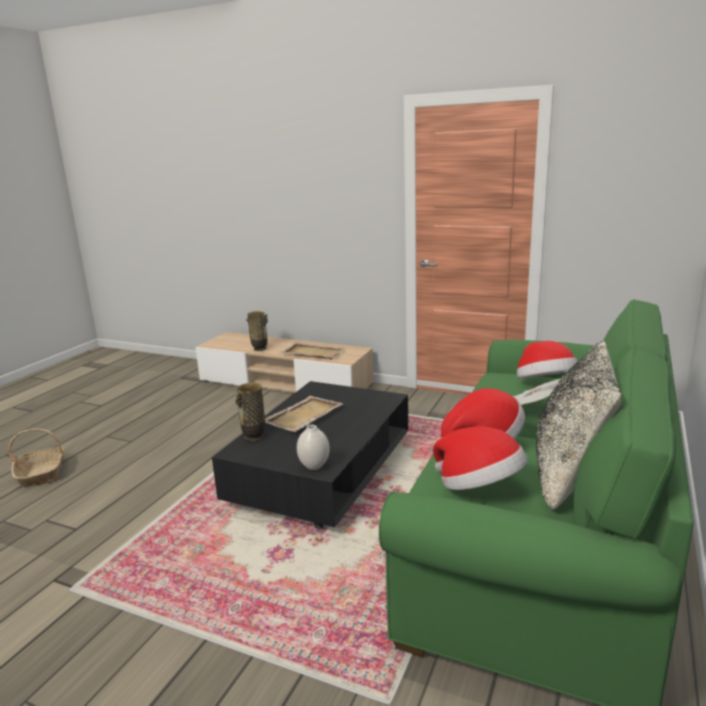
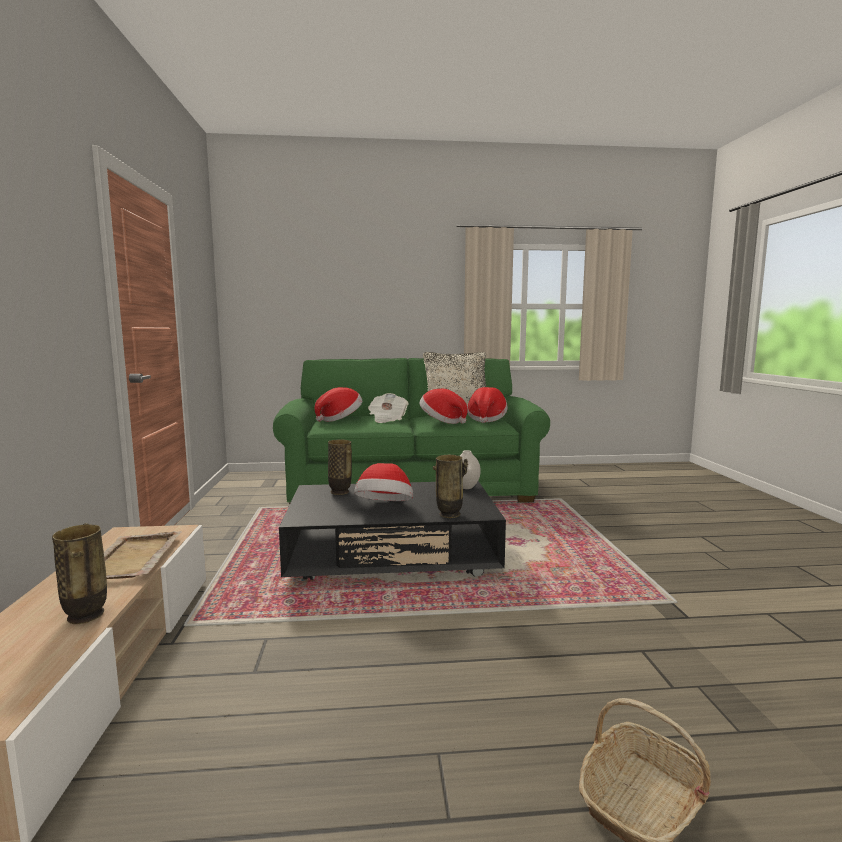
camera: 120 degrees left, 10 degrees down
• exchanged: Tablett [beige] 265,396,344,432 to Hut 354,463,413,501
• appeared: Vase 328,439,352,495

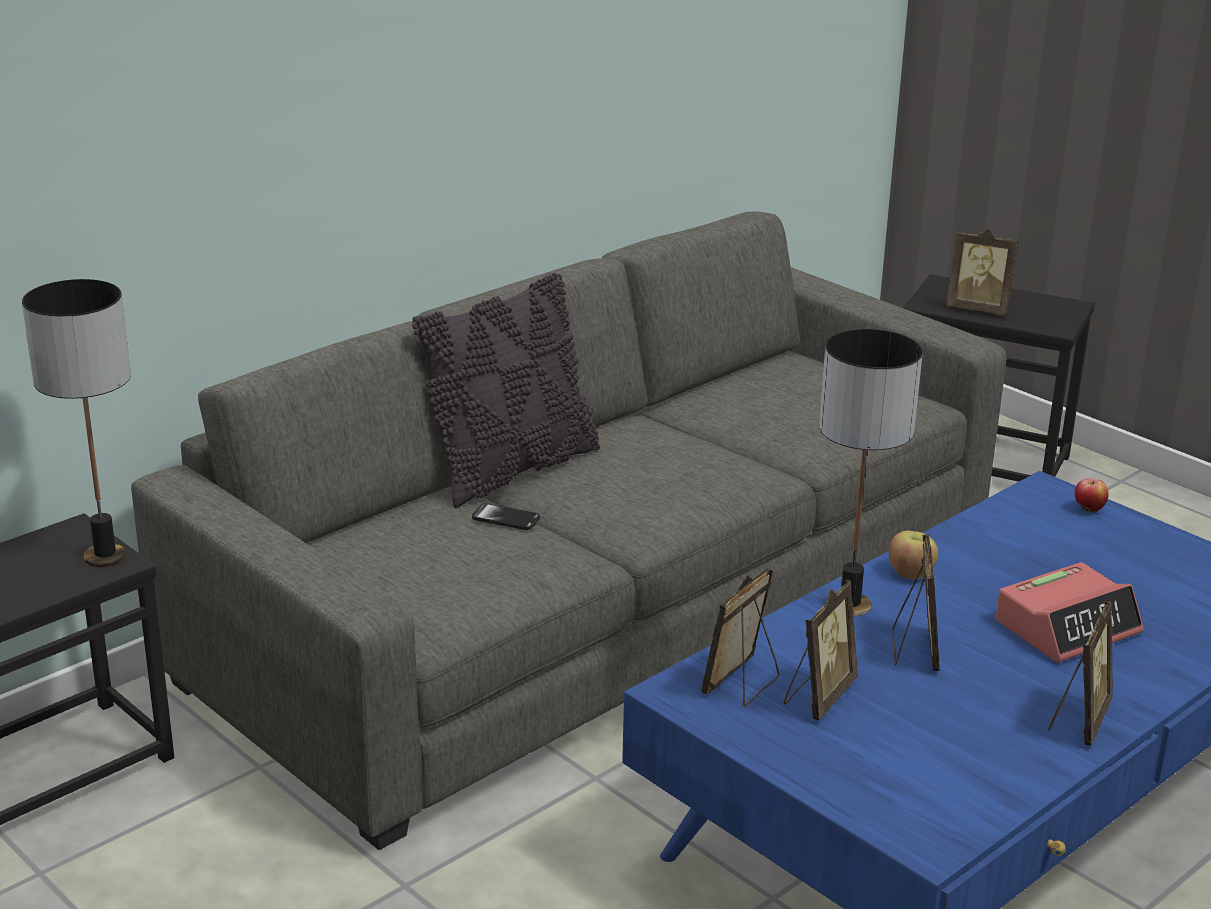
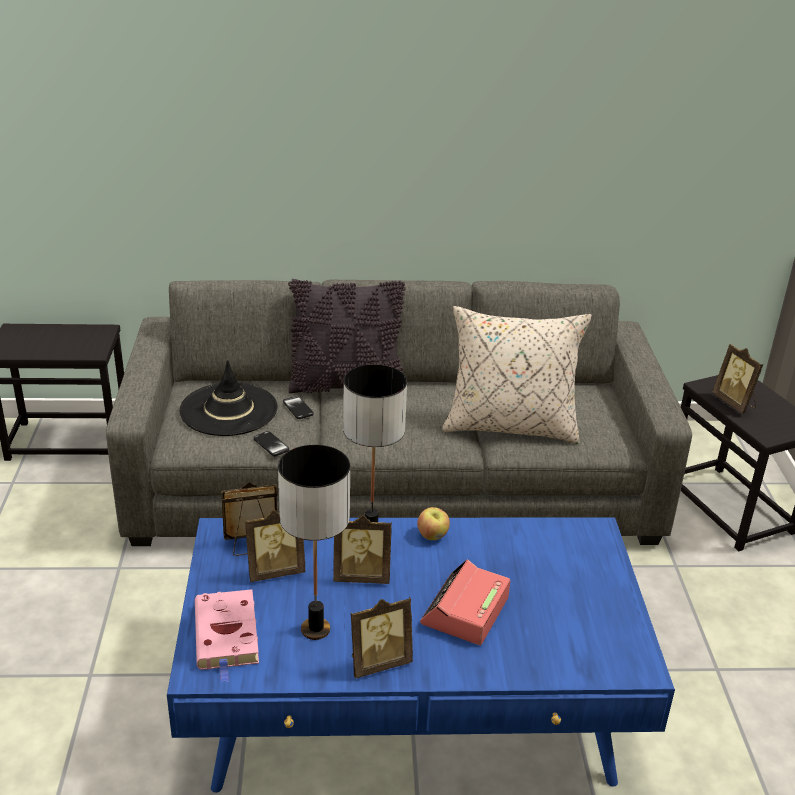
camera: 40 degrees right, 5 degrees up
• relocated: Tischlampe 22,279,131,567 to 278,445,350,640
• missing: Apfel 1075,478,1109,513
• spun: Bilderrahmen 892,535,940,671 = 333,515,392,584 45 degrees clockwise
• spun: Wecker 995,562,1144,663 = 420,559,510,645 105 degrees clockwise
• appeared: Kissen [beige] 442,306,592,444
• appeared: Hut [schwarz] 180,360,277,436
• appeared: Handy 254,431,289,456
• appeared: Buch [rosa] 195,589,259,682

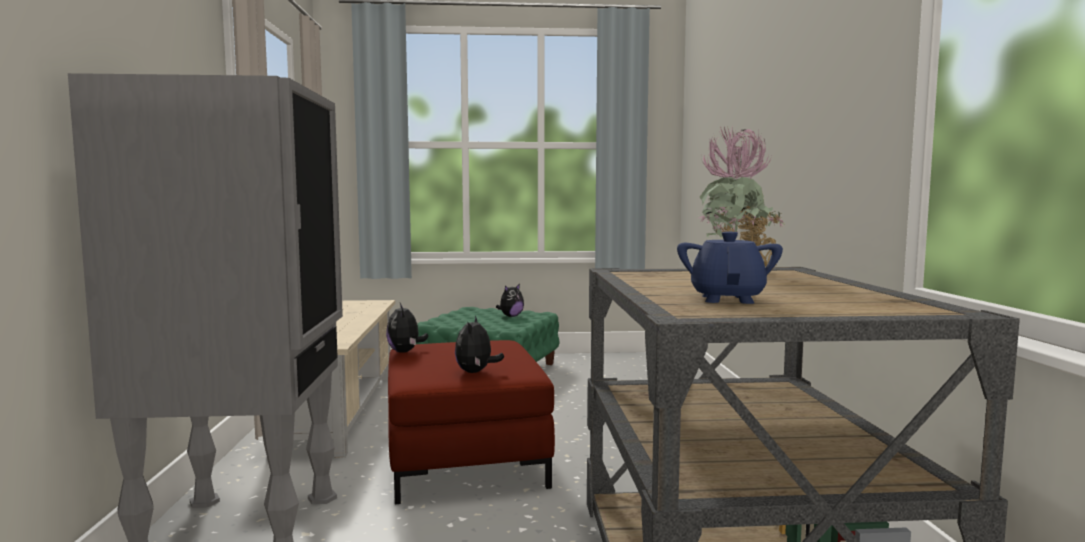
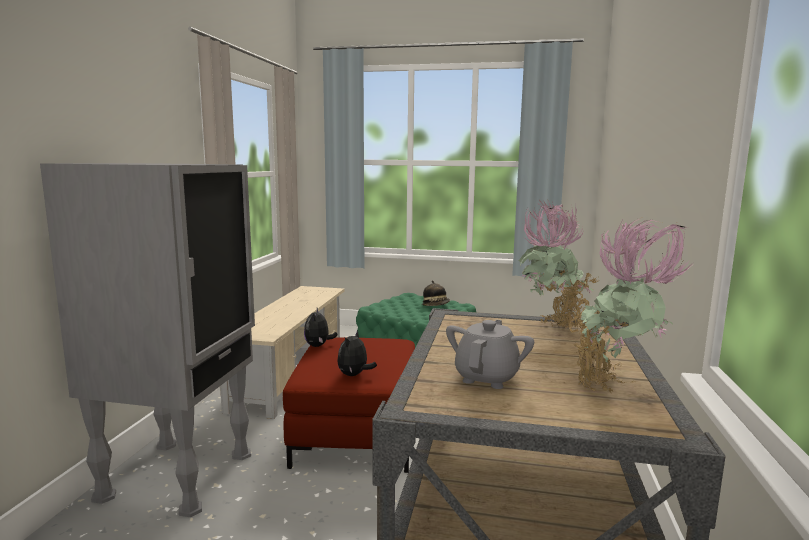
camera: 15 degrees right, 5 degrees up
• colour: Teekanne [blau] 677,231,783,304 to Teekanne [grau] 446,320,534,389
• exchanged: Plüschtier 496,284,524,317 to Hut 422,280,450,306
• appeared: Topfpflanze 568,218,695,392

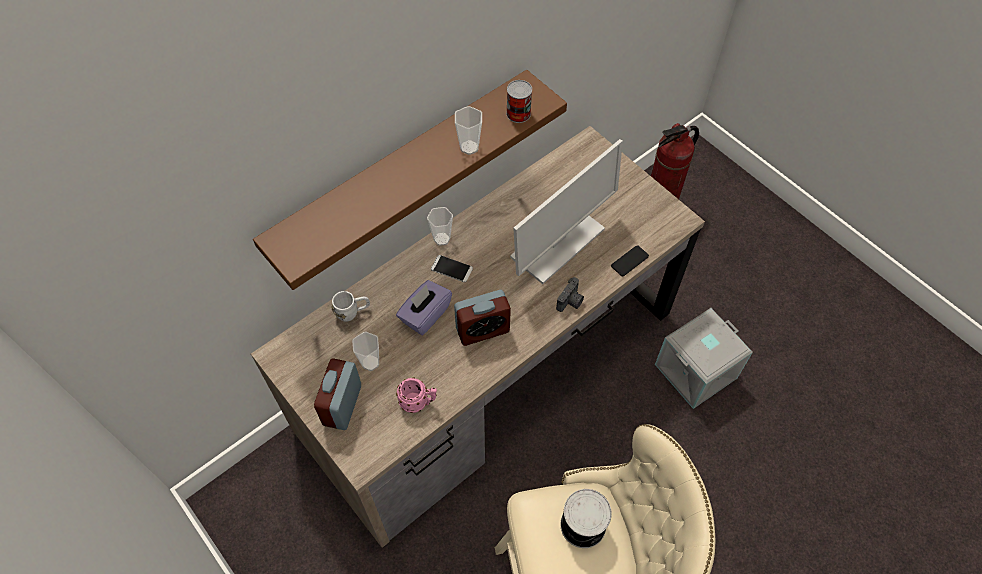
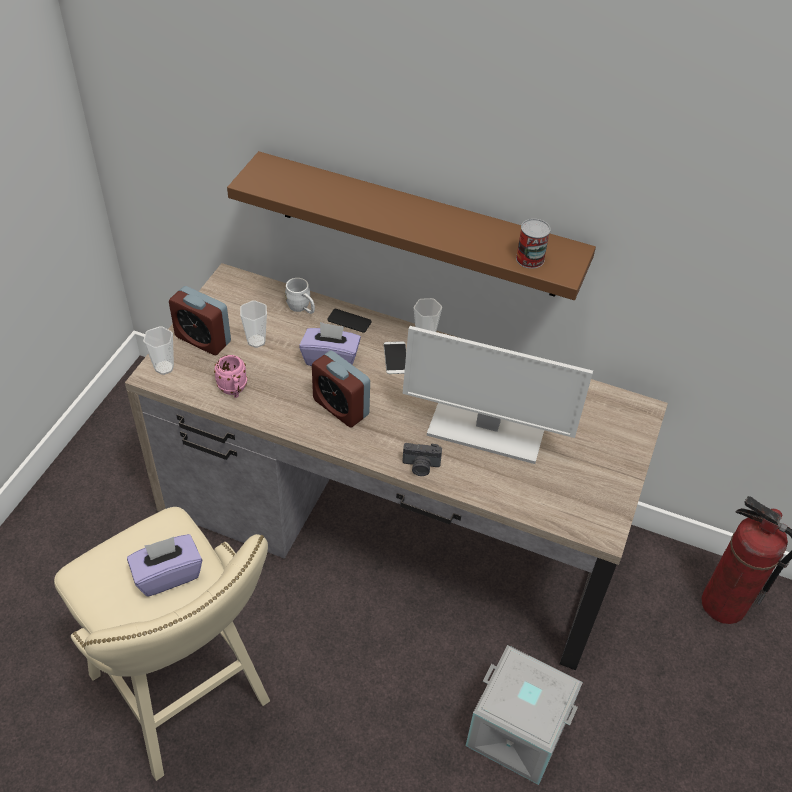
camera: 60 degrees right, 10 degrees down
• relocated: Tasse 455,106,482,155 to 143,326,174,375
• relocated: Handy 611,245,649,276 to 327,309,372,333
• spun: Wecker 314,358,361,430 = 169,286,231,355 135 degrees counterclockwise
• exchanged: Dose 561,489,612,548 to Taschentuchbox [lila] 127,534,202,597

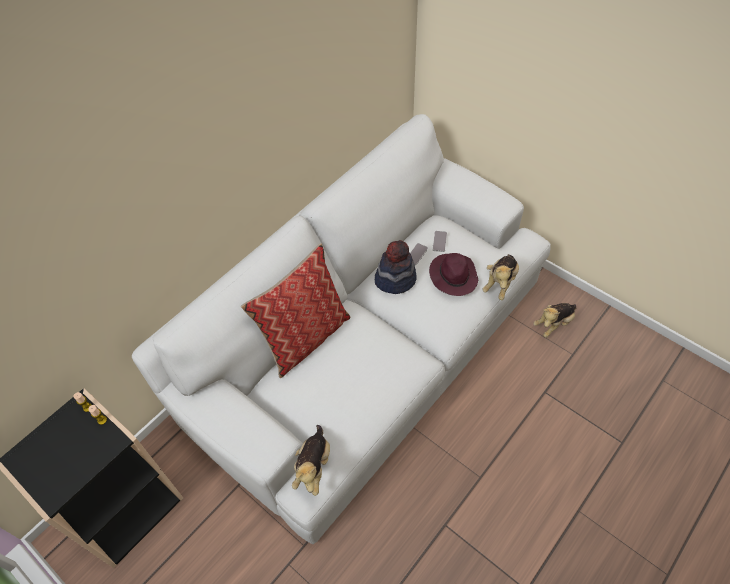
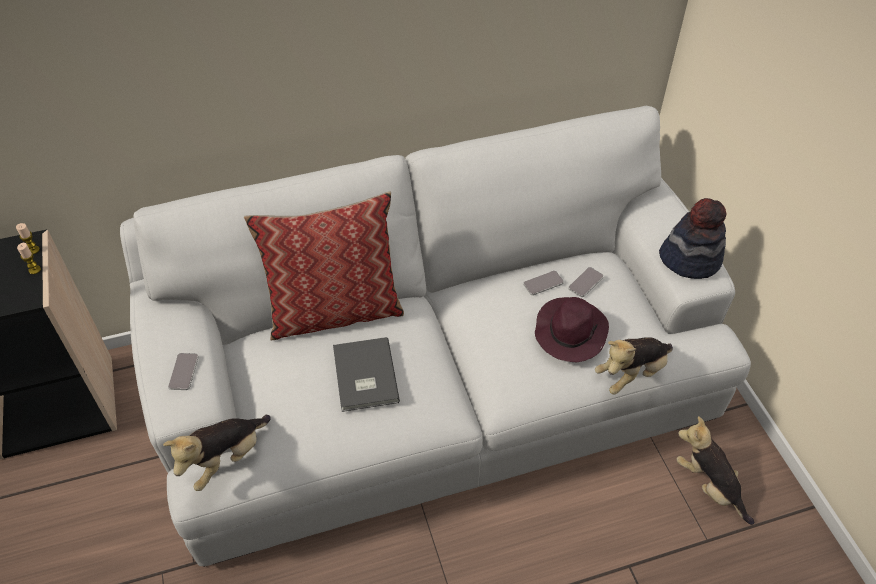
camera: 30 degrees right, 5 degrees down
• relocated: Hut 375,240,417,294 to 659,198,726,279
• spun: Plüschtier 533,303,576,338 = 677,416,754,525 60 degrees clockwise
• appeared: Buch [grau] 333,337,400,412
• appeared: Handy 168,353,199,390

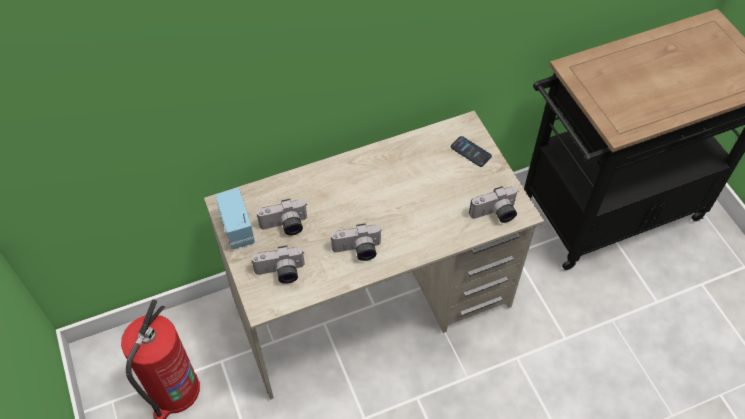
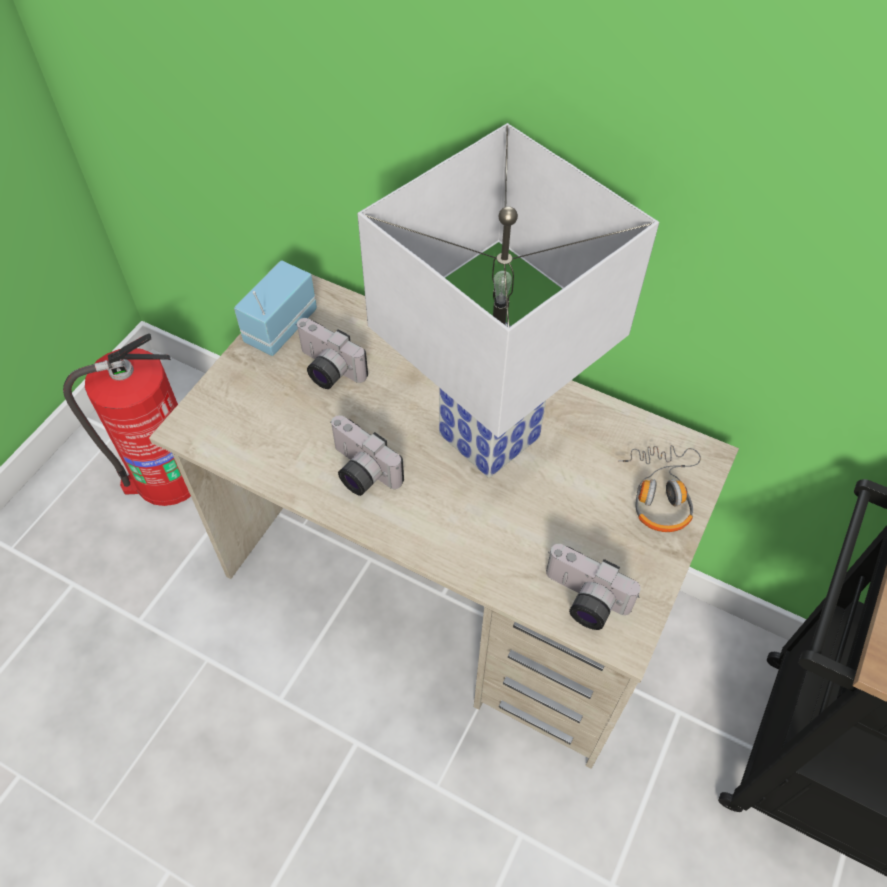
camera: 50 degrees right, 0 degrees up
• exchanged: Handy 451,136,492,167 to Kopfhörer 618,445,701,532
• missing: Kamera 251,246,304,284
• appeared: Tischlampe [weiß] 357,123,659,478

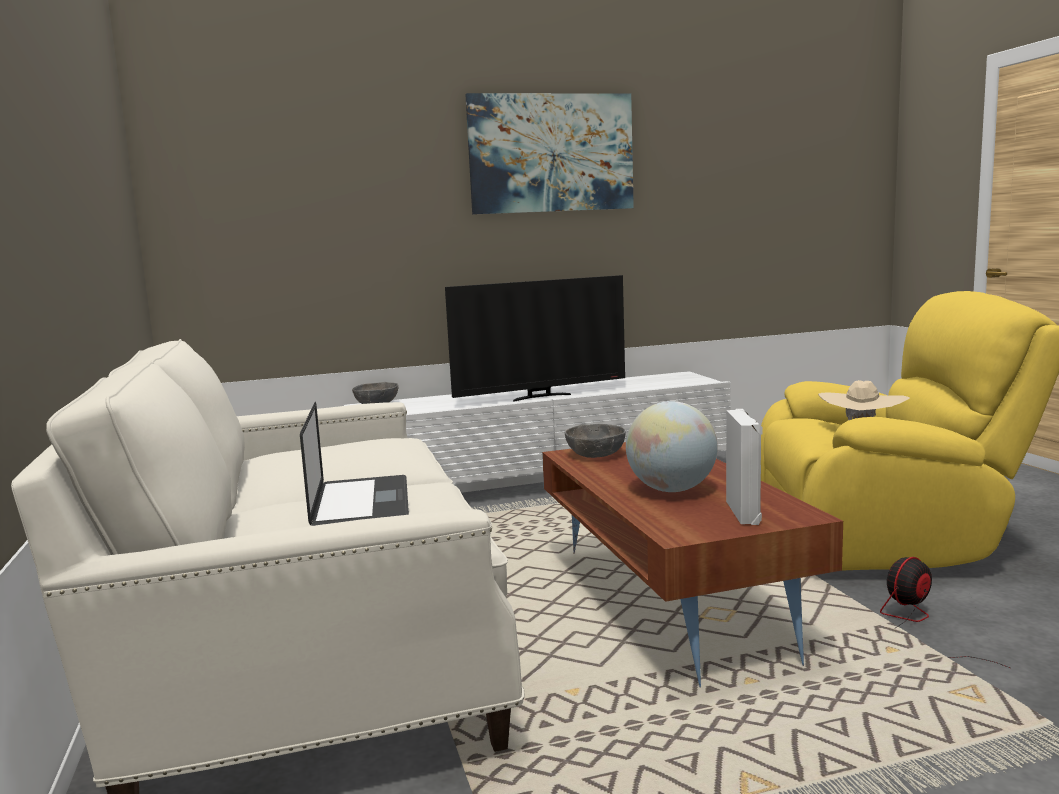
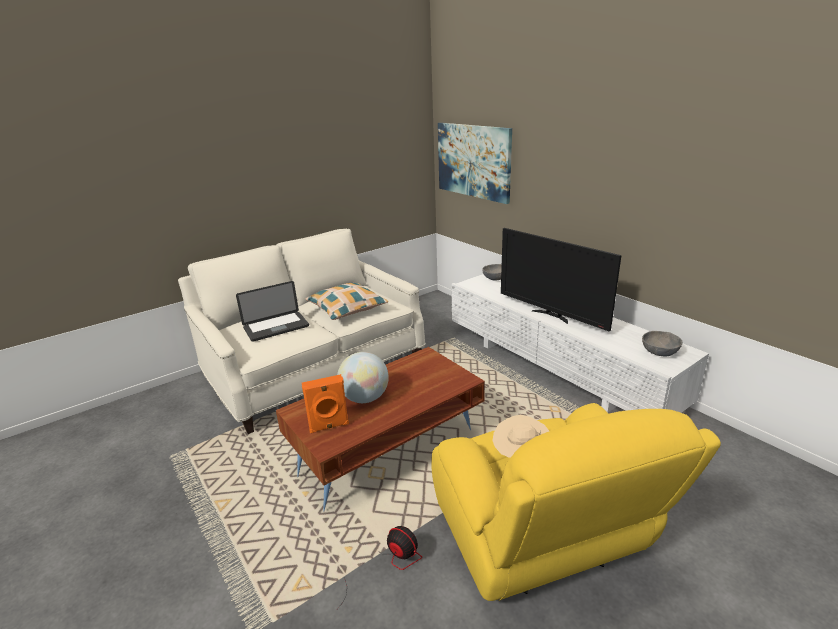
camera: 70 degrees right, 15 degrees up
• relocated: Bild 465,93,634,214 to 438,123,512,204
• colour: Lautsprecher [weiß] 726,409,762,525 to Lautsprecher [orange] 302,374,349,433
• relocated: Schüssel [grau] 565,424,626,458 to 642,331,683,357
• appeared: Kissen 305,283,388,320

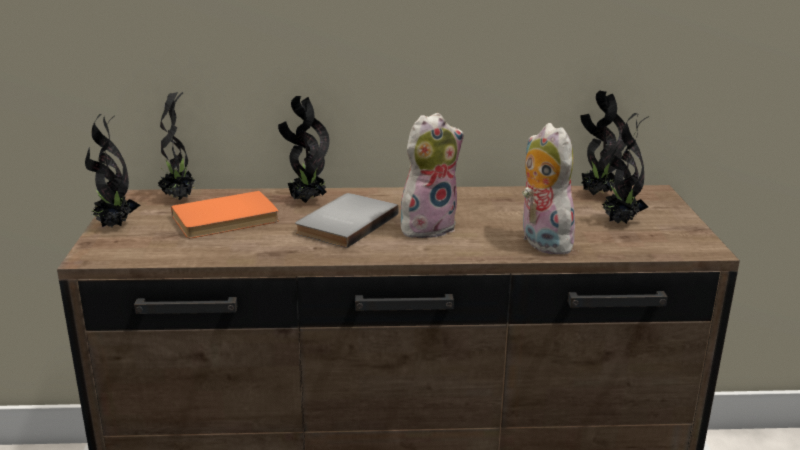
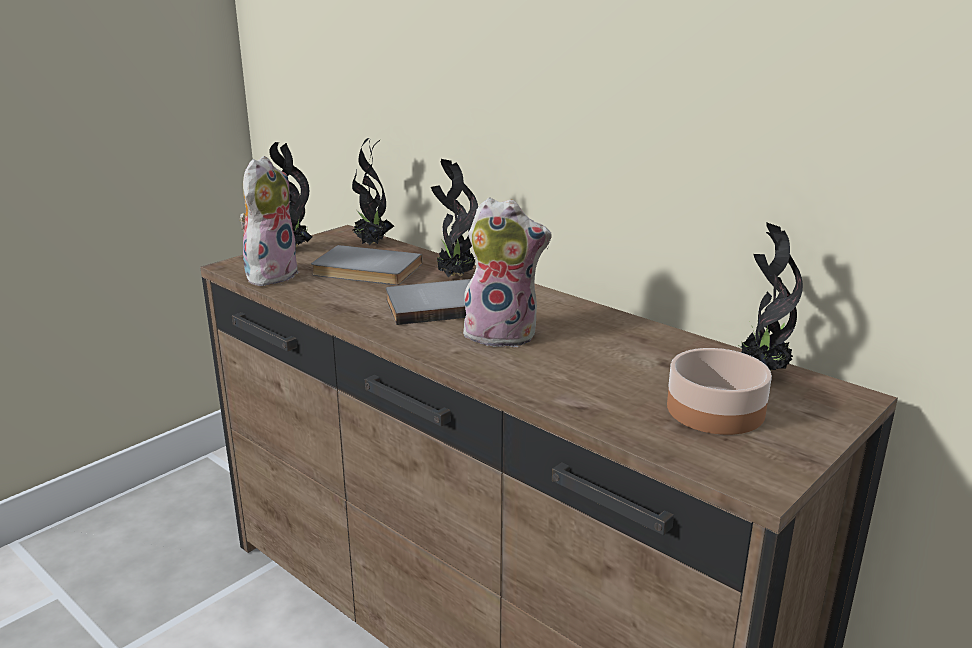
camera: 45 degrees right, 0 degrees up
• exchanged: Topfpflanze 602,113,649,224 to Schüssel 667,348,772,435
• relocated: Plüschtier 522,123,578,255 to 239,156,300,286
• colour: Buch [orange] 171,191,279,238 to Buch [grau] 311,245,422,285

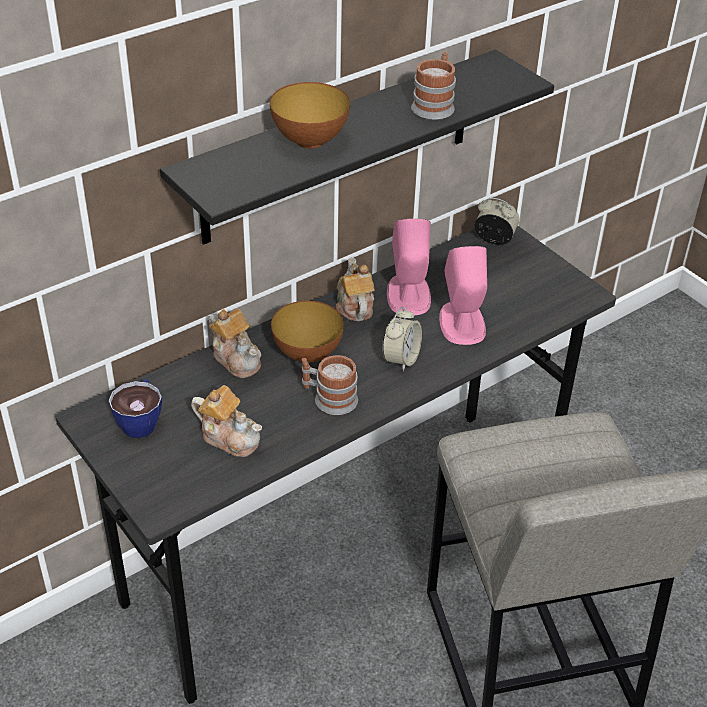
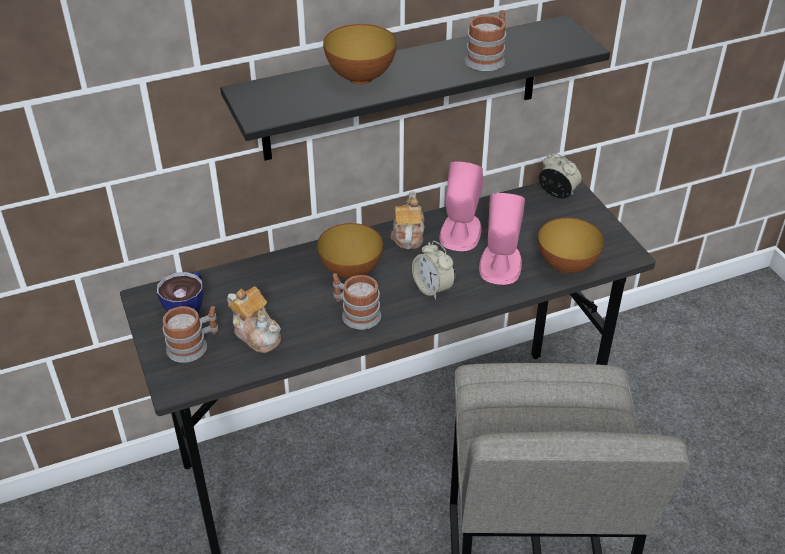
camera: 15 degrees right, 0 degrees up
• spun: Wecker 382,306,422,371 = 412,241,455,300 105 degrees clockwise
• missing: Teekanne 209,309,261,378
• appeared: Schüssel 538,218,604,273
• appeared: Henkelbecher 163,306,218,363

